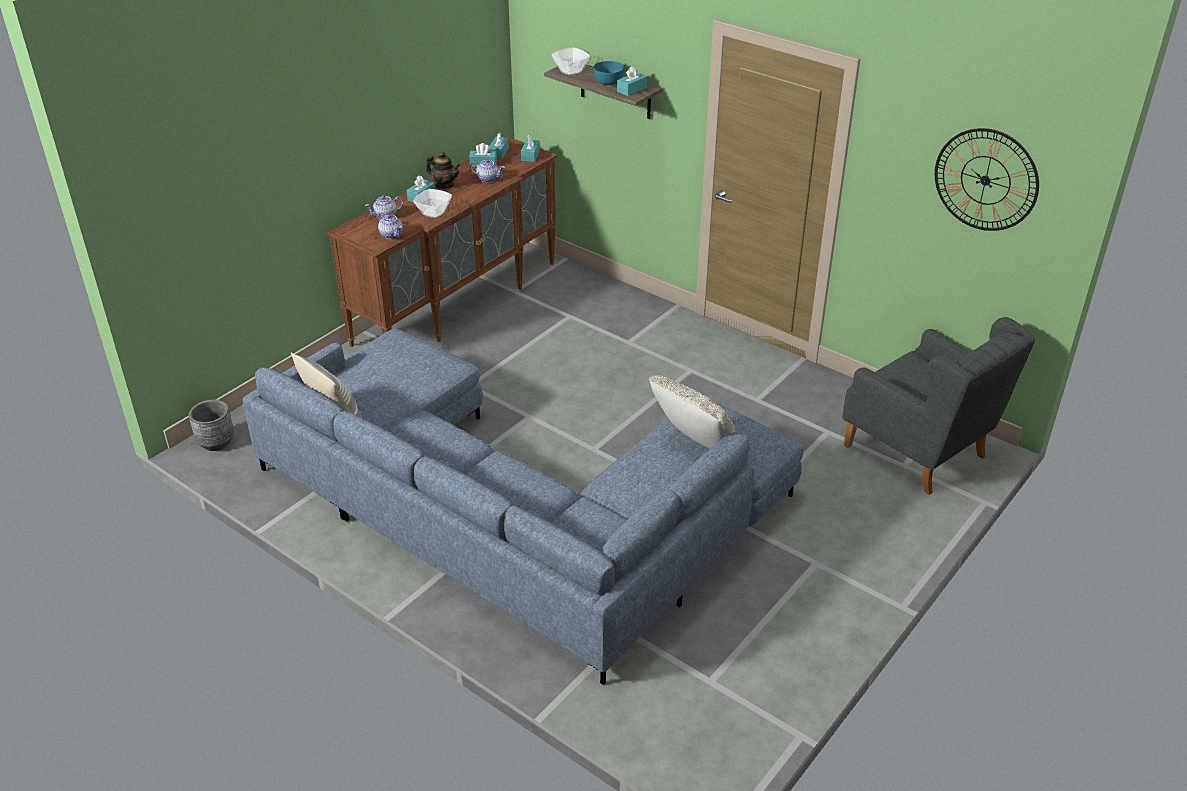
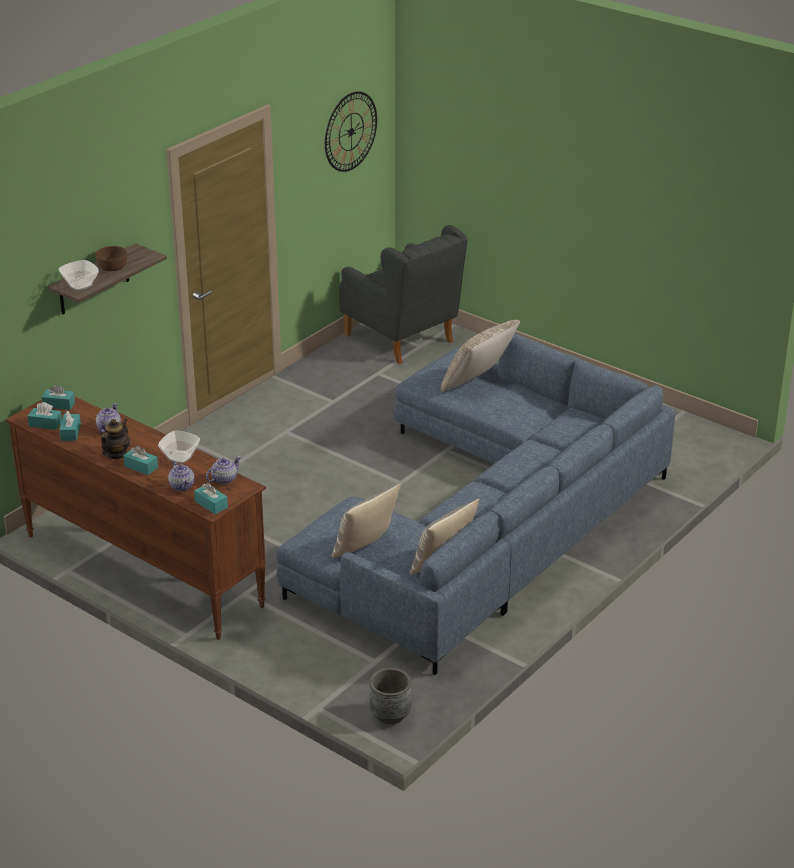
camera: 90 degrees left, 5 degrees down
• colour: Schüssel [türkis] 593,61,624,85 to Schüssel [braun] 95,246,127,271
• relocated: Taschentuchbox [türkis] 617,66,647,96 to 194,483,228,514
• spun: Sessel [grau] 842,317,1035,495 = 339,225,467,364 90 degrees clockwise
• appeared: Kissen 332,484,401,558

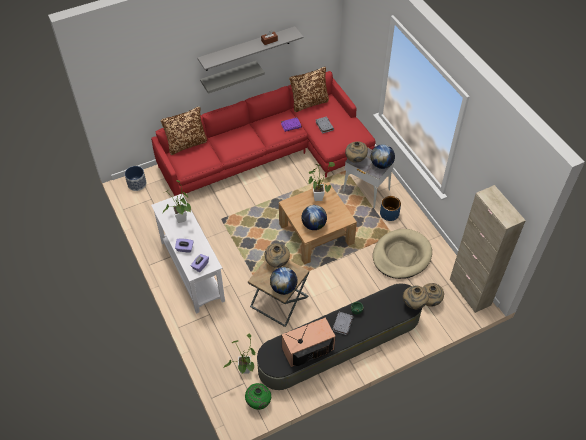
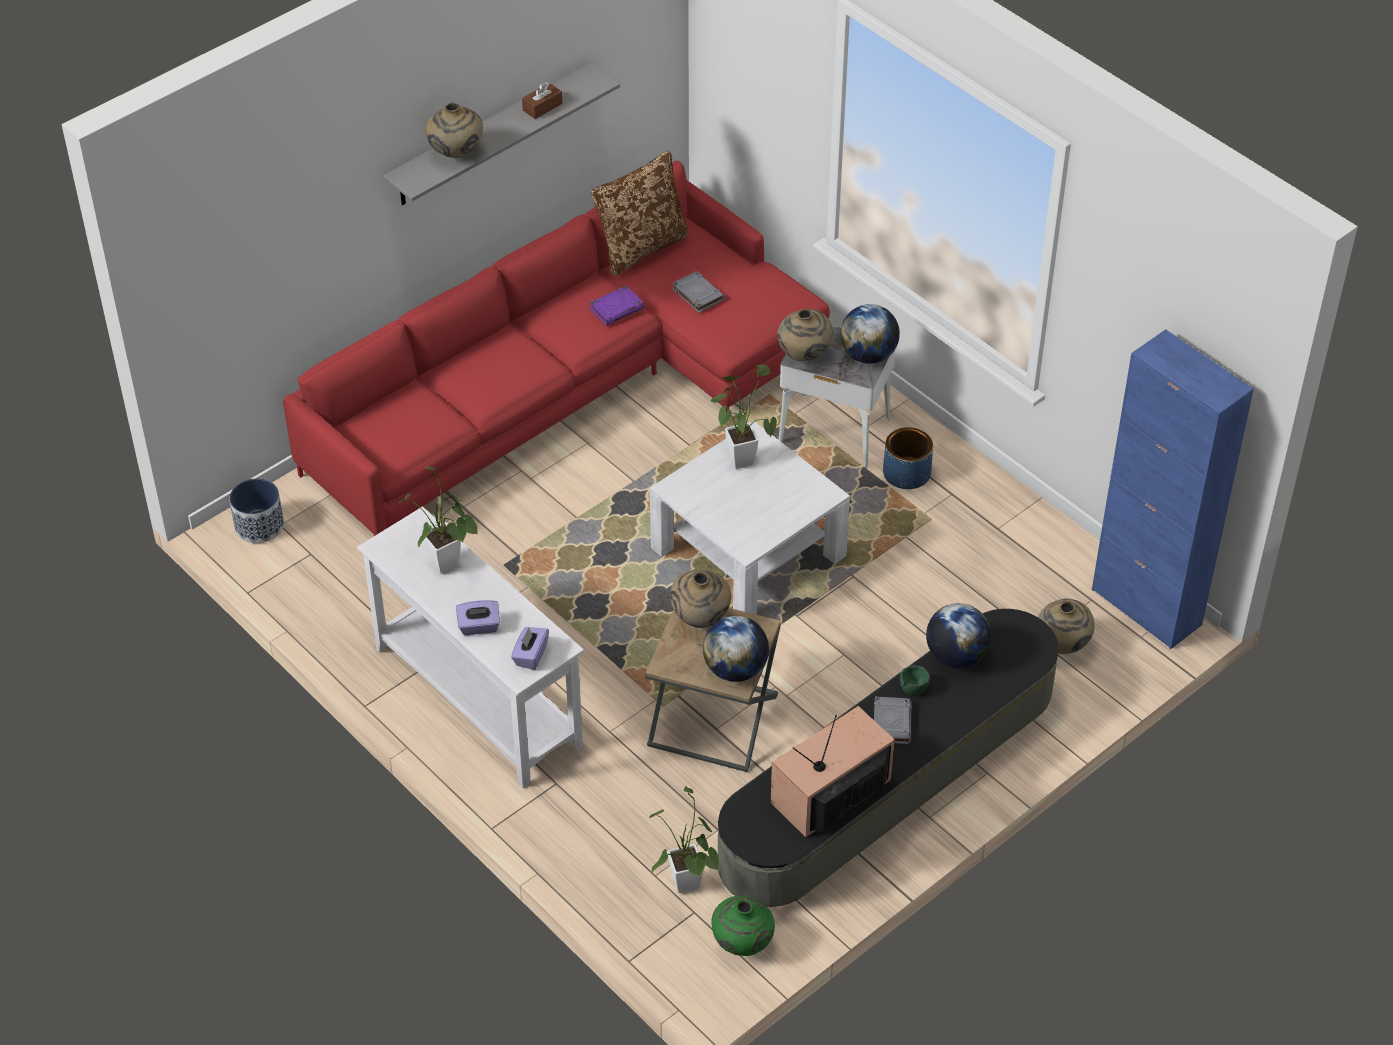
camera: 15 degrees left, 5 degrees down
• missing: Wandregal [grau] 200,61,265,94
• missing: Kissen [braun] 160,107,207,155
• colour: Couchtisch [braun] 279,182,357,265 to Couchtisch [weiß] 650,421,850,615
• colour: Schrank [beige] 450,185,526,313 to Schrank [blau] 1092,329,1254,649
• relocated: Globus 301,205,327,230 to 926,603,991,668
• missing: Hundebett [beige] 373,229,432,279
• relocated: Vase [beige] 403,286,429,309 to 425,103,483,158

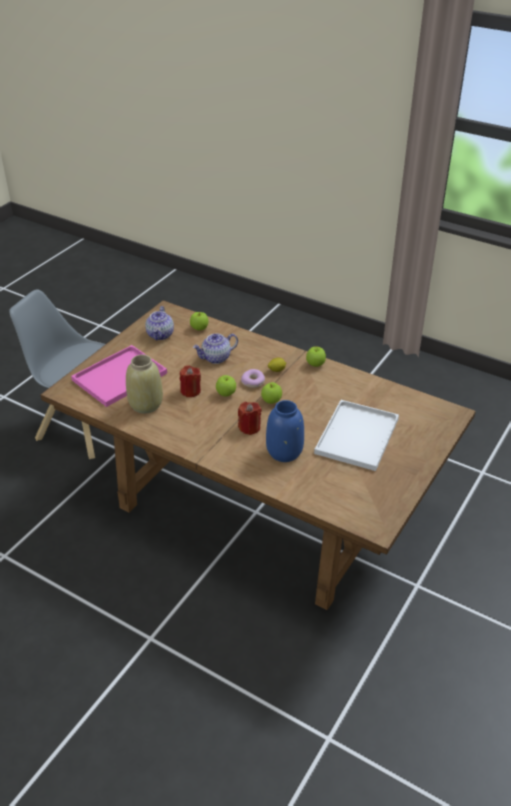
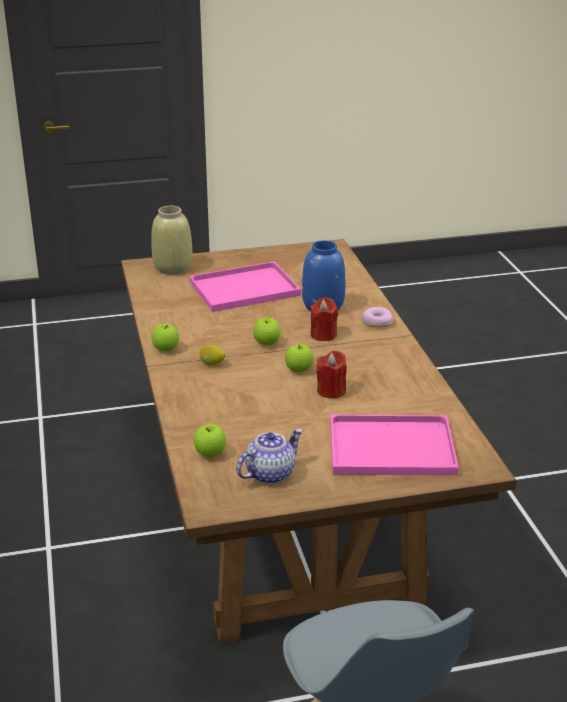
camera: 135 degrees left, 10 degrees down
• missing: Teekanne 193,334,238,364
• relocated: Vase [beige] 126,355,163,413 to 151,206,192,275
• relocated: Donut 241,369,265,388 to 362,307,393,327
• colour: Tablett [weiß] 314,400,399,471 to Tablett [rosa] 189,261,301,312

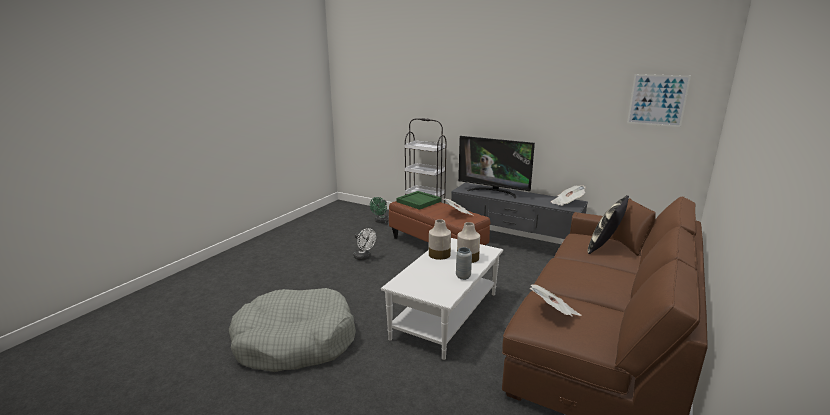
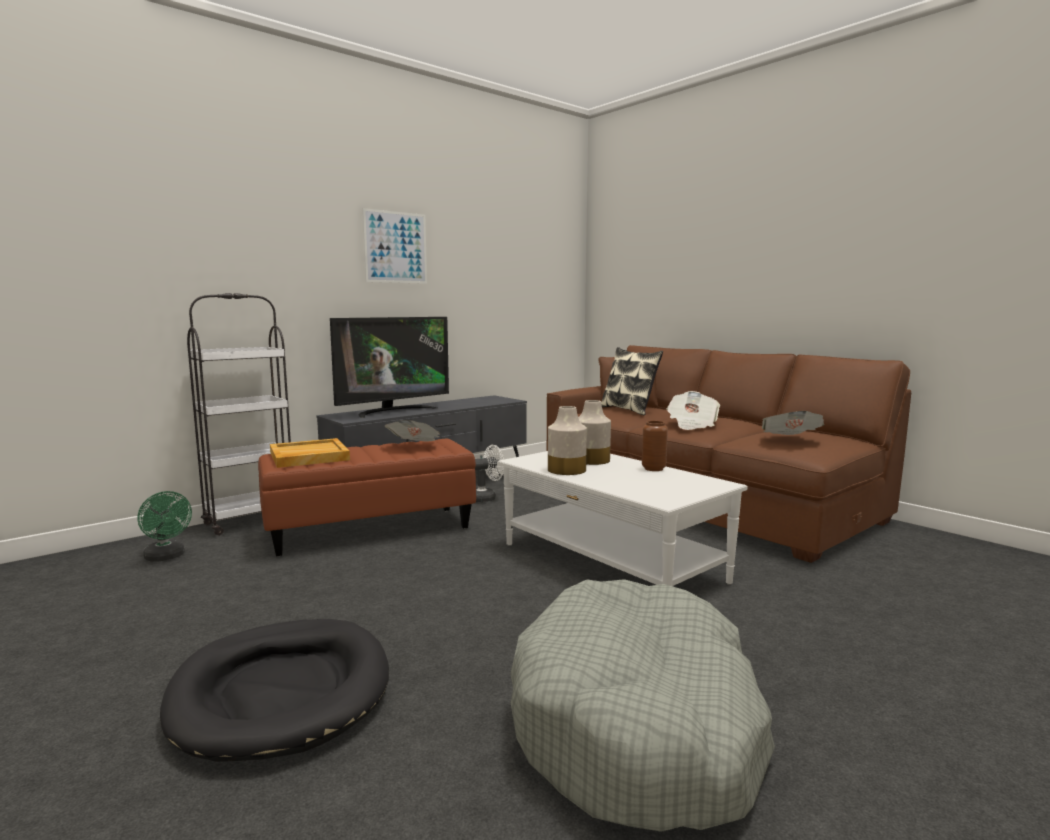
camera: 70 degrees left, 10 degrees down
• relocated: Bild 627,74,691,127 to 363,208,427,284
• relocated: Zeitung 551,185,586,206 to 667,391,720,430
• colour: Tablett [grün] 397,191,441,210 to Tablett [beige] 270,438,350,468
• relocated: Ventilator [weiß] 353,228,376,260 to 475,445,504,502
• colour: Vase [grau] 456,247,472,280 to Vase [braun] 642,421,668,471
• appeared: Hundebett [schwarz] 160,619,389,762

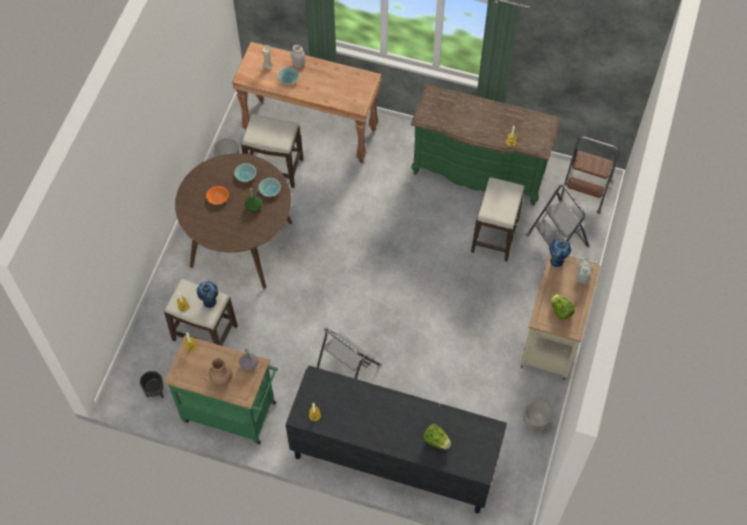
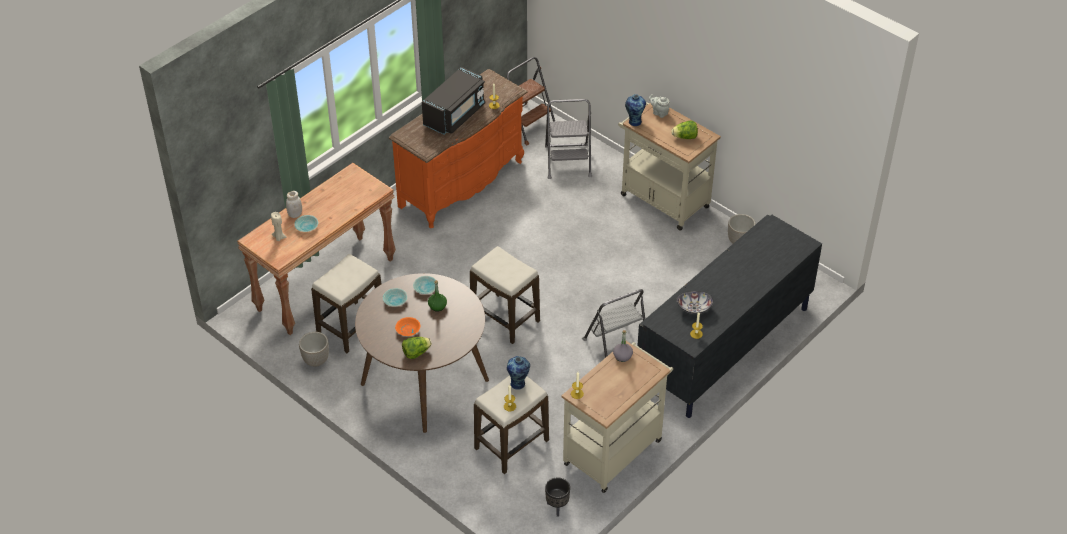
camera: 65 degrees left, 15 degrees down
• colour: Kommode [grün] 411,85,561,206 to Kommode [orange] 389,69,528,228
• relocated: Hocker 471,177,525,261 to 470,246,540,344
• colour: Rollwagen [grün] 164,335,278,444 to Rollwagen [beige] 562,341,673,493
• missing: Vase [braun] 209,358,233,386
• relocated: Salatkopf 423,424,451,449 to 402,337,432,359
• appeared: Mikrowelle [schwarz] 422,67,485,135
• appeared: Schüssel 677,291,714,314

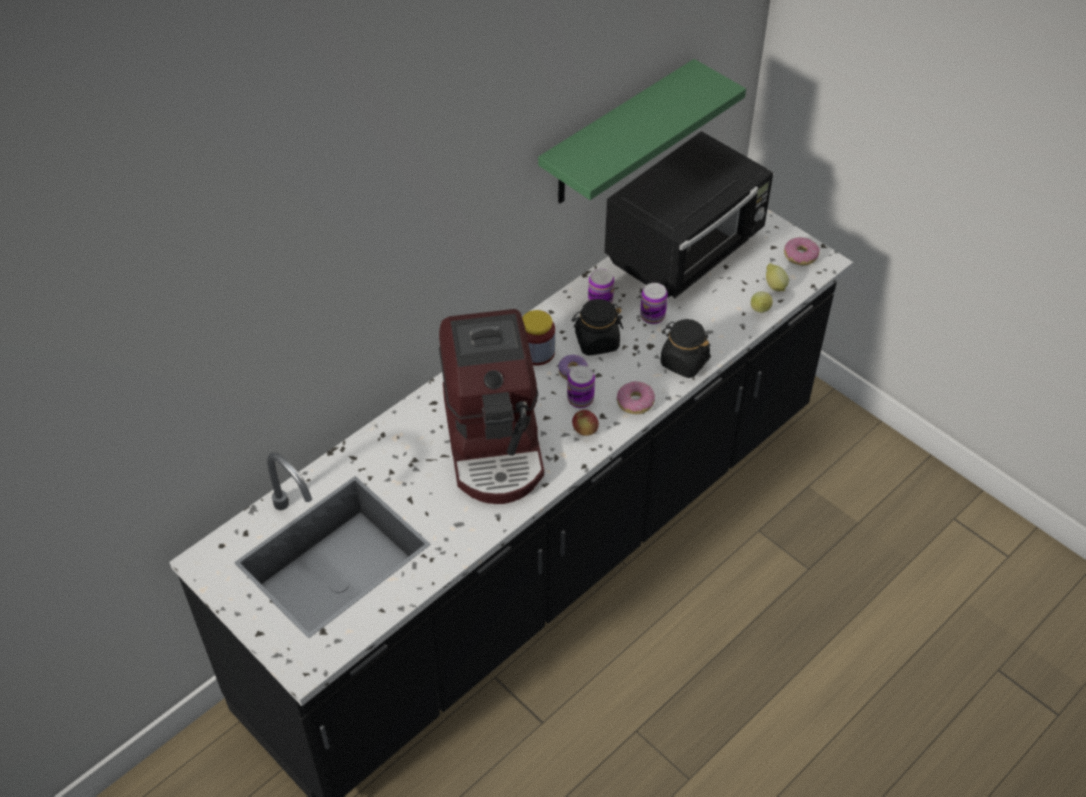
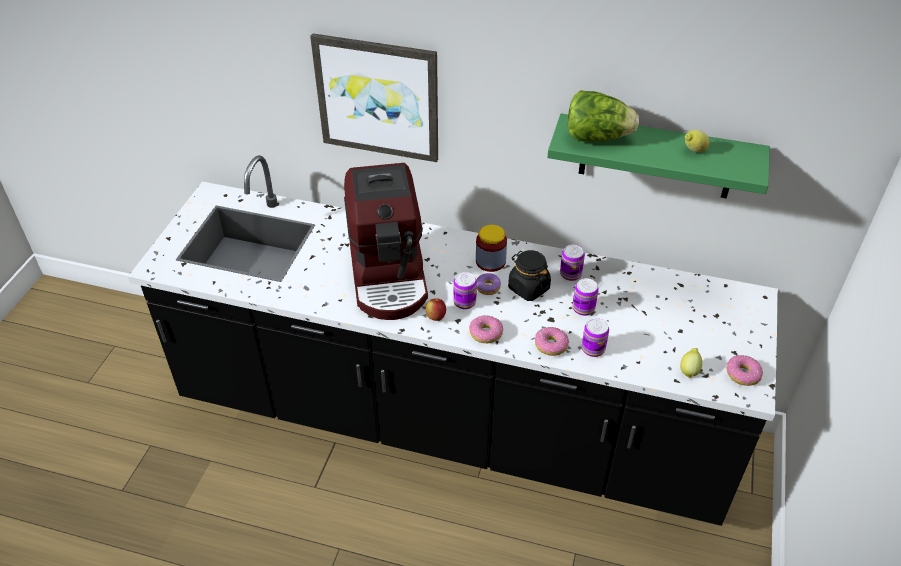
camera: 60 degrees right, 5 degrees down
• missing: Mikrowelle [schwarz] 604,131,773,299
• relocated: Zitrone 751,291,773,313 to 685,130,710,152
• spun: Kaffeemaschine 439,309,544,504 = 344,163,428,320 60 degrees counterclockwise
• exchanged: Vorratsglas [schwarz] 661,319,711,378 to Donut 535,327,569,356
• appeared: Bild 310,33,438,162
• appeared: Salatkopf 568,90,639,142
• appeared: Dose 582,318,609,357

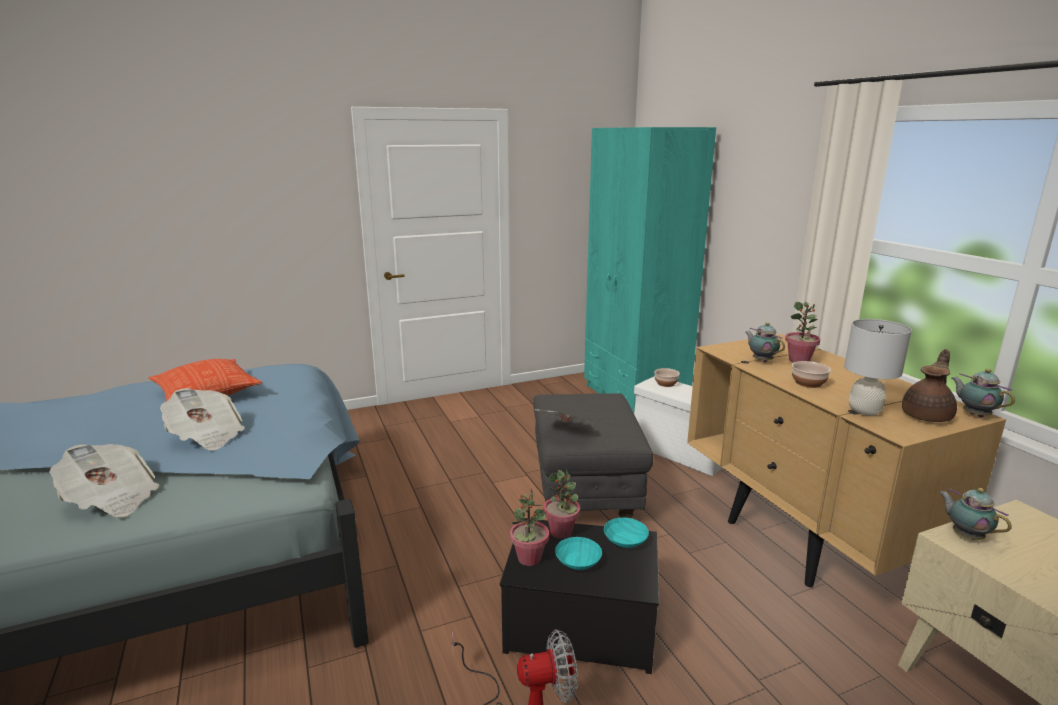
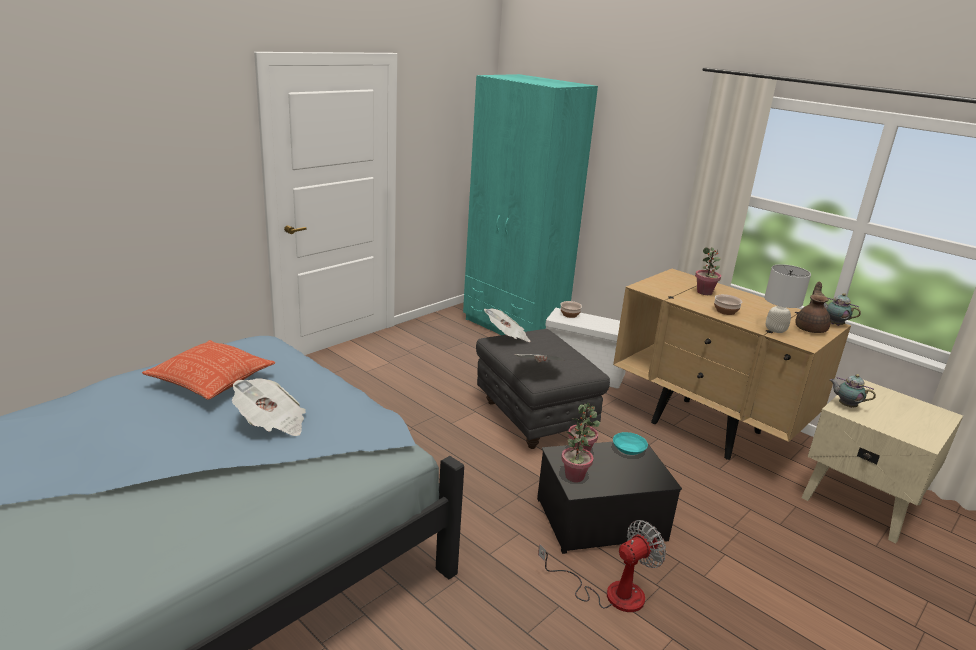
camera: 25 degrees left, 5 degrees up
• missing: Teekanne 745,322,785,362
• relocated: Zeitung 49,444,159,518 to 484,308,531,342
• missing: Schüssel [türkis] 555,537,602,570

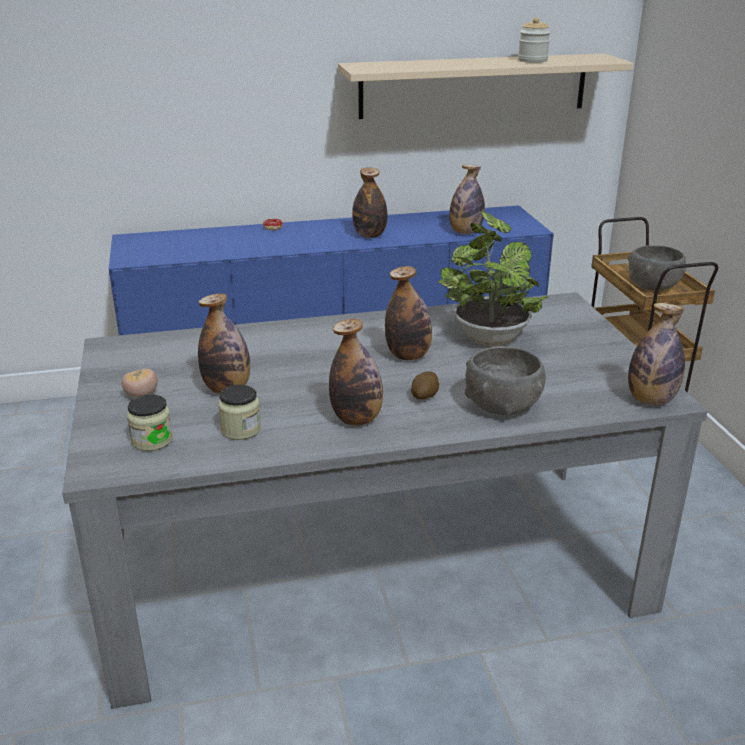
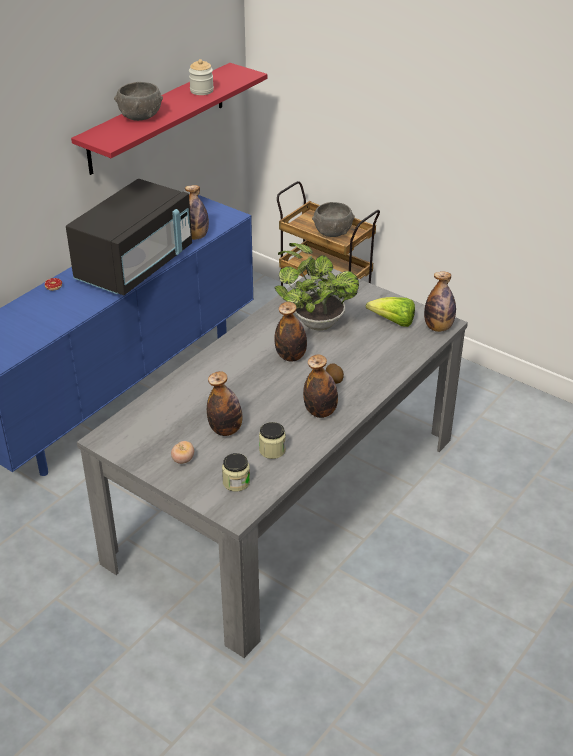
camera: 40 degrees left, 10 degrees up
• colour: Wandregal [beige] 338,53,634,119 to Wandregal [rot] 71,63,267,175
• exchanged: Flasche 352,167,387,238 to Mikrowelle [schwarz] 66,179,192,295
• relocated: Schüssel [grau] 465,346,546,415 to 114,82,163,121
• appeared: Salatkopf 366,297,415,327

